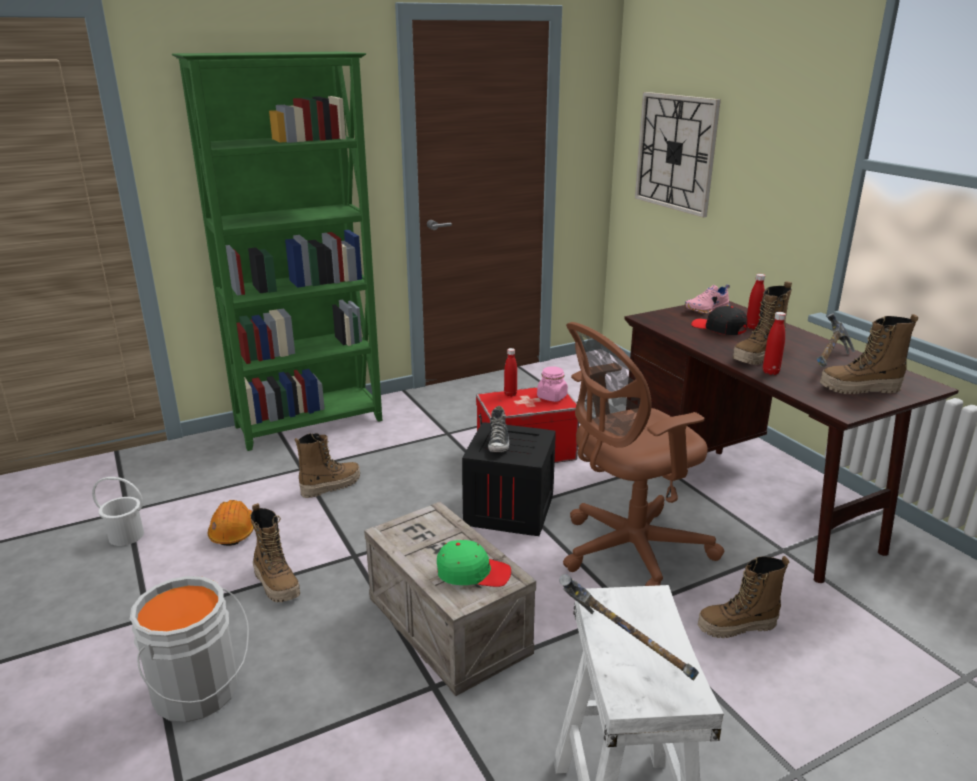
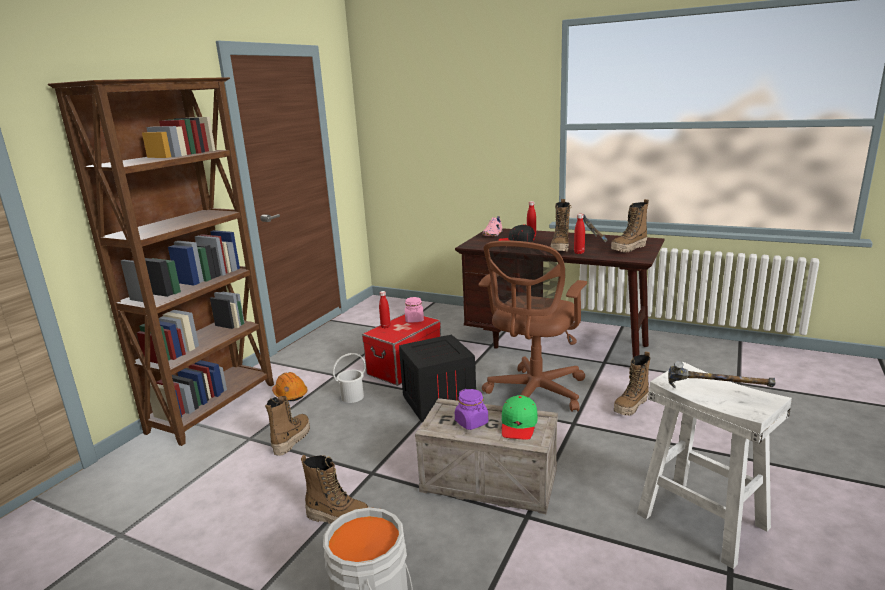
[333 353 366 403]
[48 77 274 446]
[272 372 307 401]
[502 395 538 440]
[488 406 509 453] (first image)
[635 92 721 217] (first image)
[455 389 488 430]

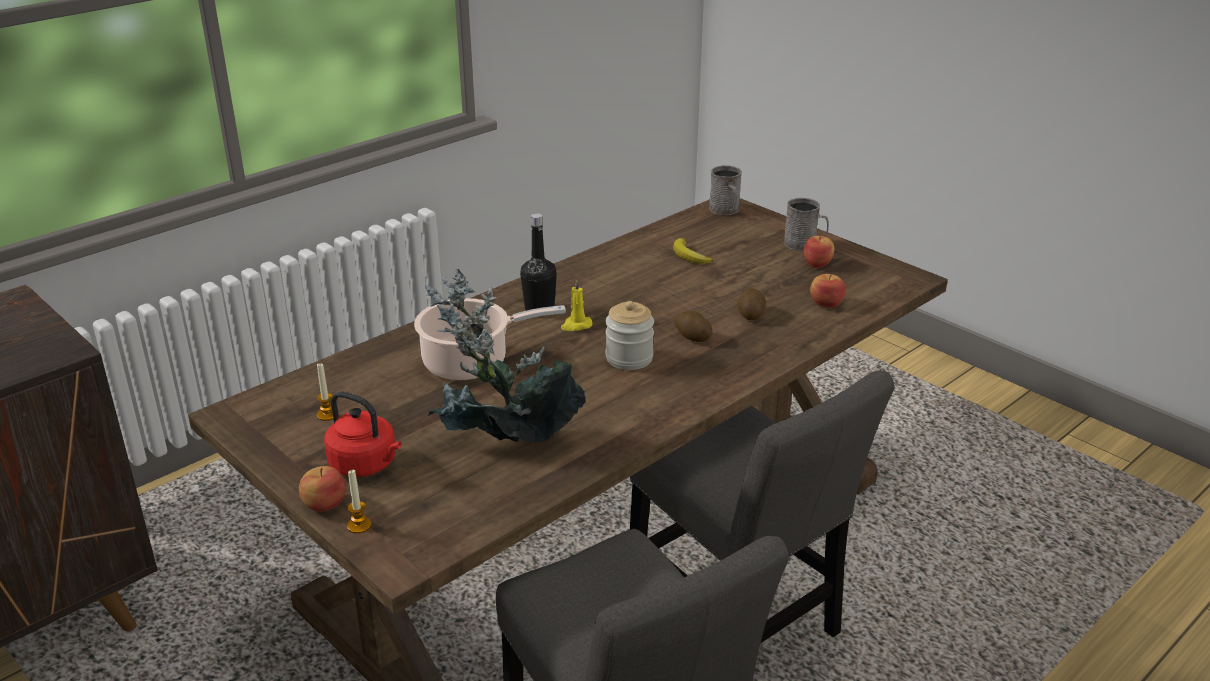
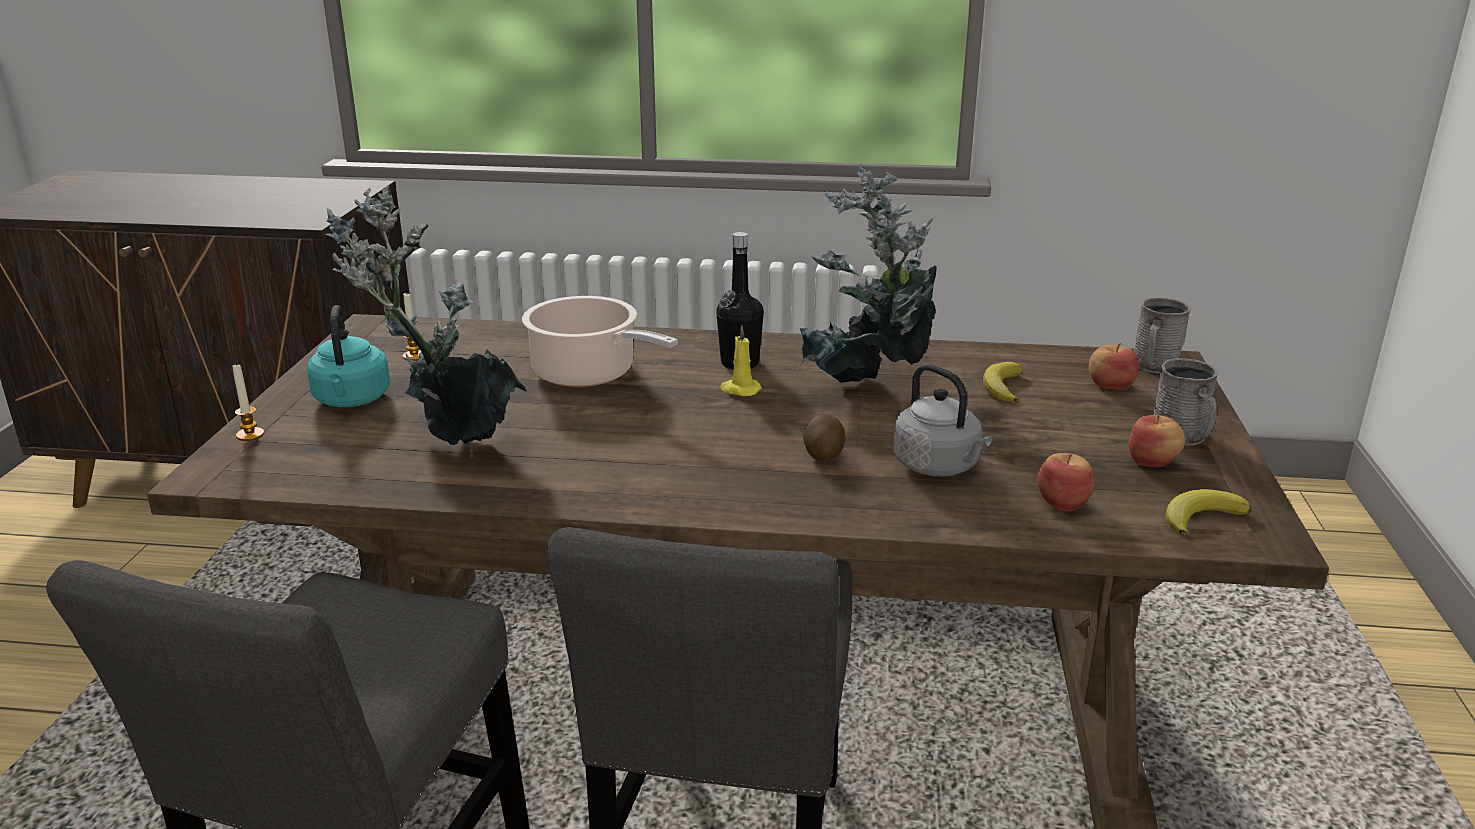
[1089 343 1139 390]
[307 305 390 407]
[605 301 654 370] (first image)
[894 364 992 477]
[798 164 937 383]
[1165 489 1250 537]

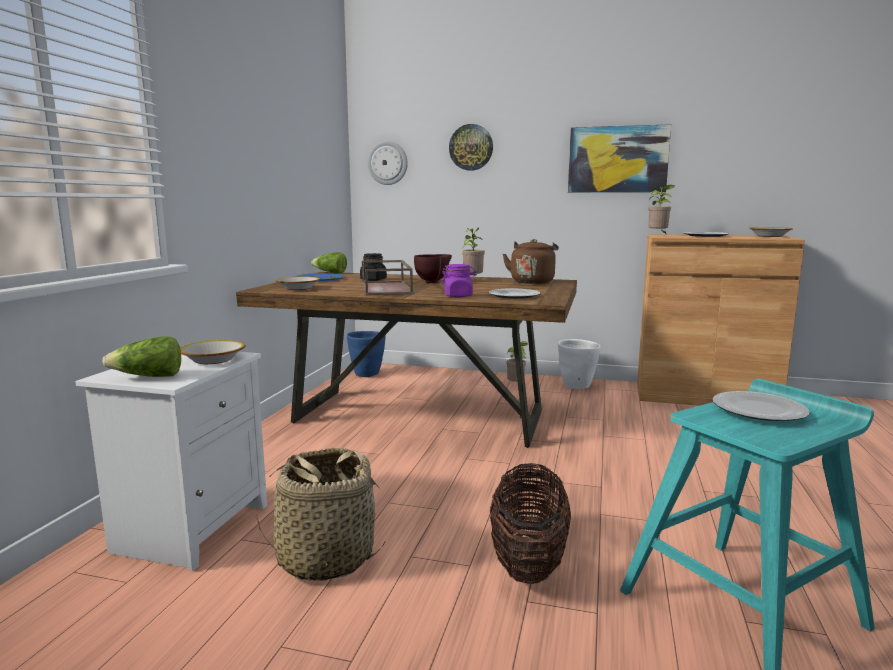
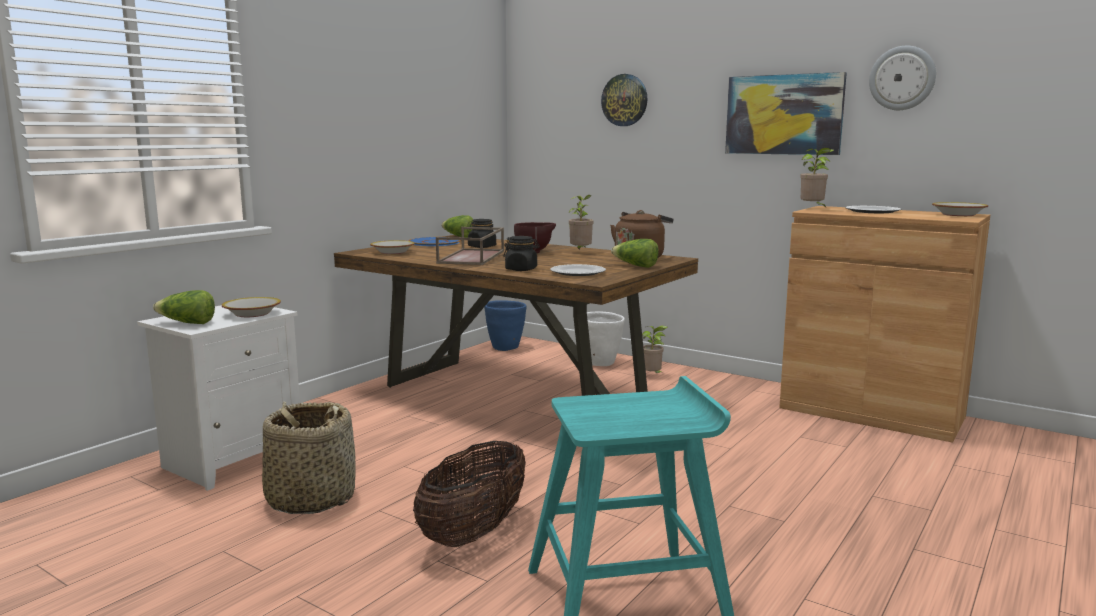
[869 46 936 110]
[503 236 540 271]
[587 311 625 366]
[713 391 810 421] (first image)
[611 239 659 268]

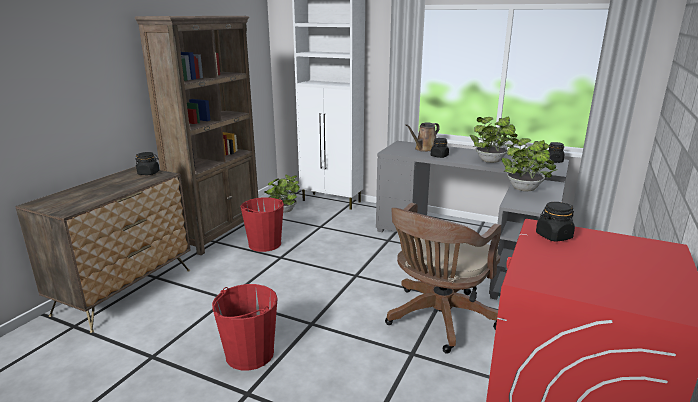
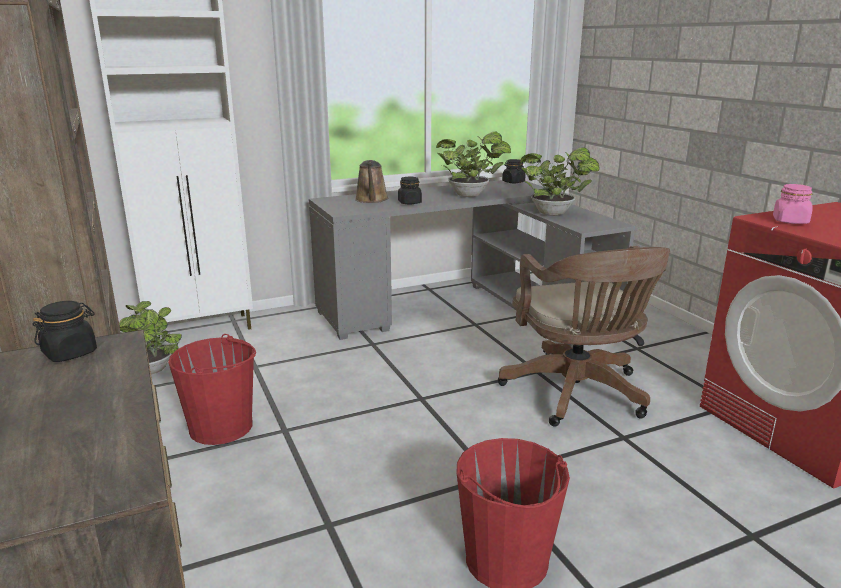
[773 184 812 224]

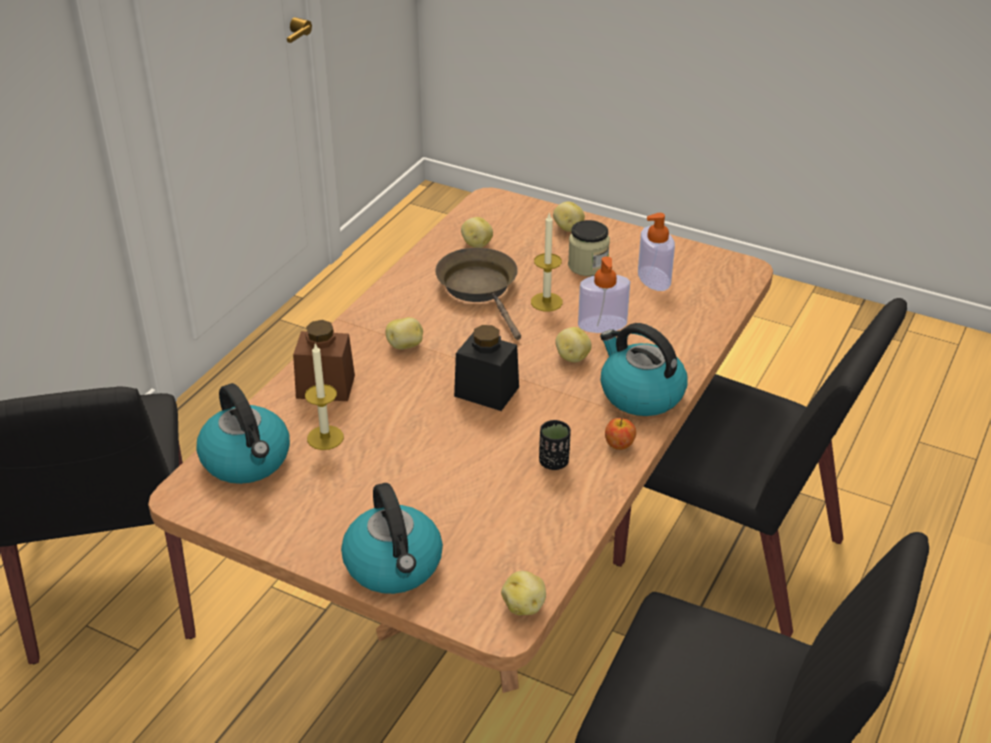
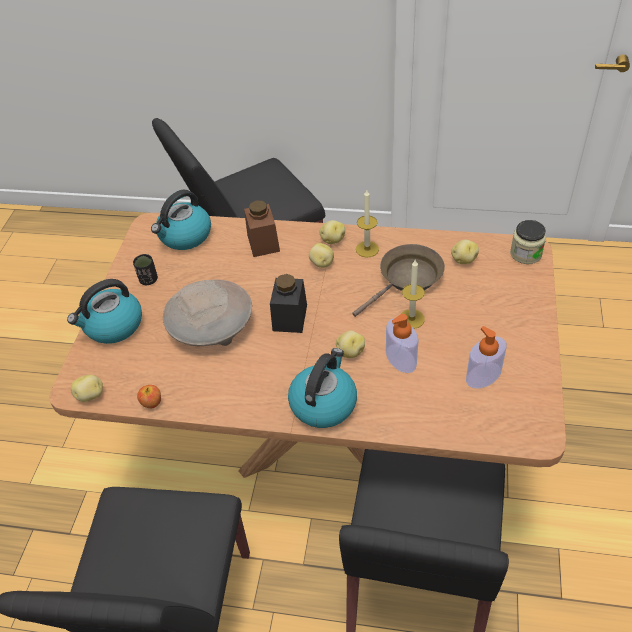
[356 190 379 257]
[133 254 158 285]
[320 220 345 244]
[510 220 546 264]
[137 385 161 408]
[163 279 252 346]

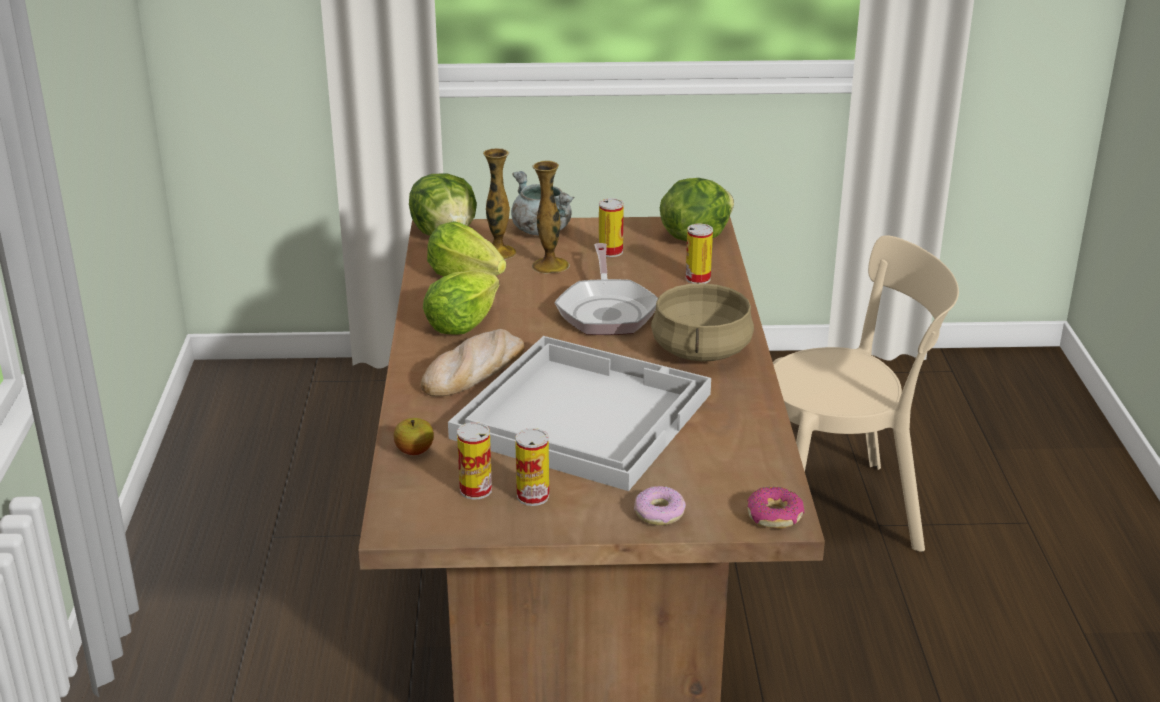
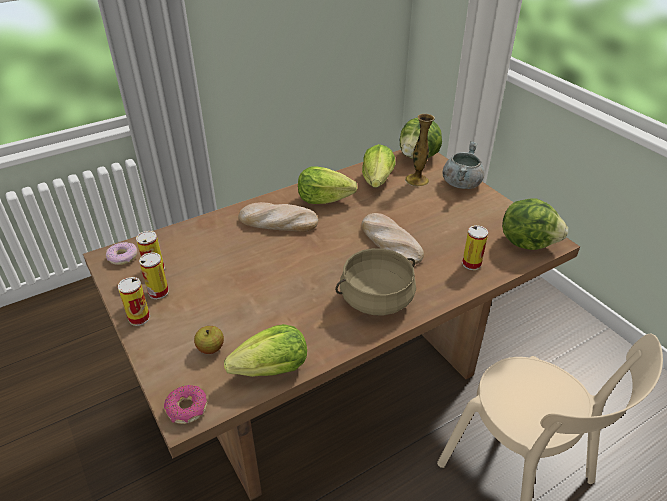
[194 326 224 354]
[448 336 711 491] (first image)
[532 160 570 274] (first image)
[362 213 424 265]
[118 277 150 326]
[106 242 137 265]
[224 324 307 377]

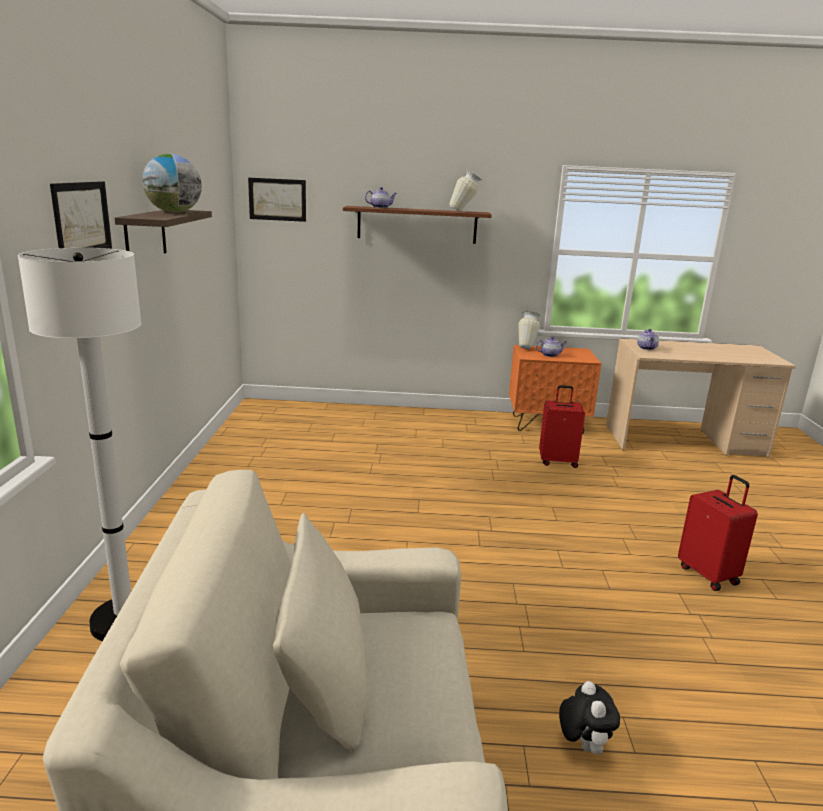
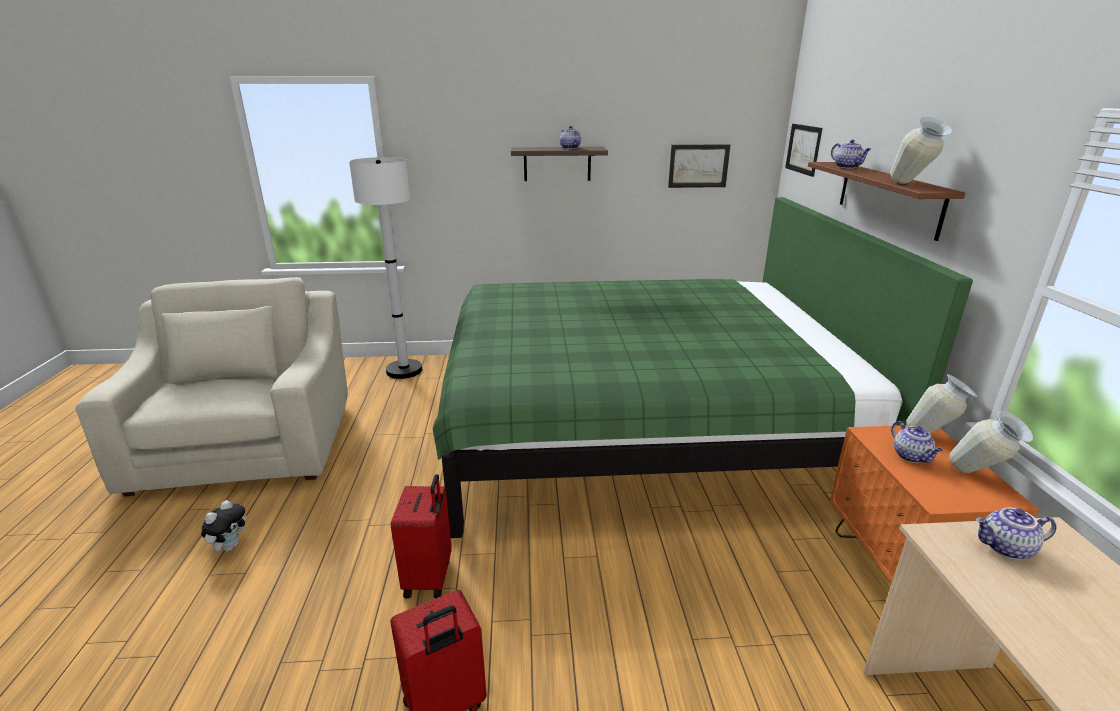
[668 144 730 188]
[560 126 581 149]
[391 474 452 598]
[201 500 247 551]
[433 197 973 538]
[949 411 1033 473]

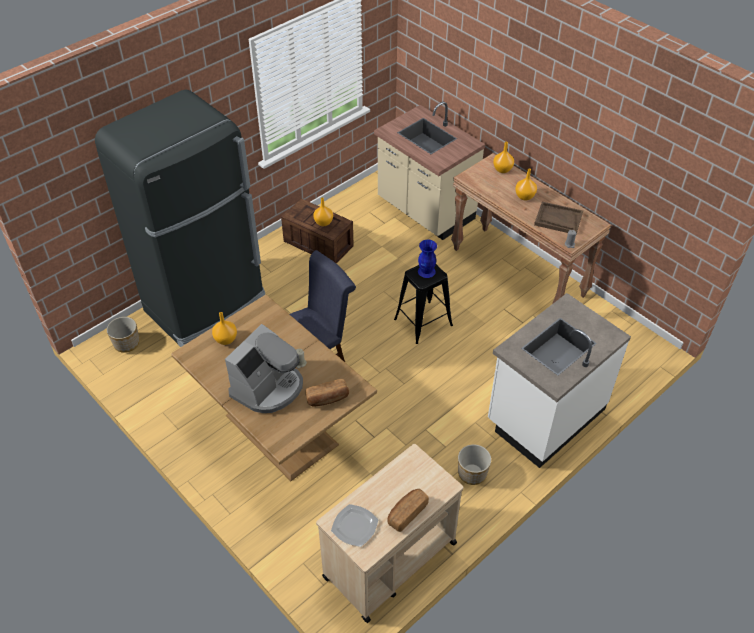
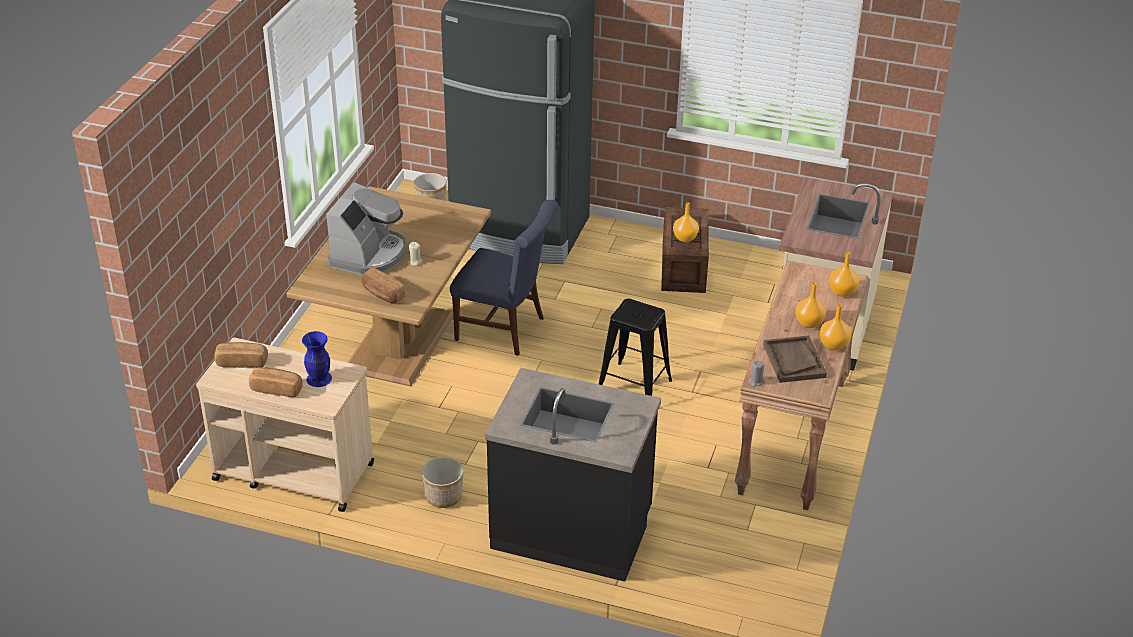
[820 304 851 350]
[326 182 407 275]
[215 342 268 368]
[302 331 332 387]
[485 368 661 582]

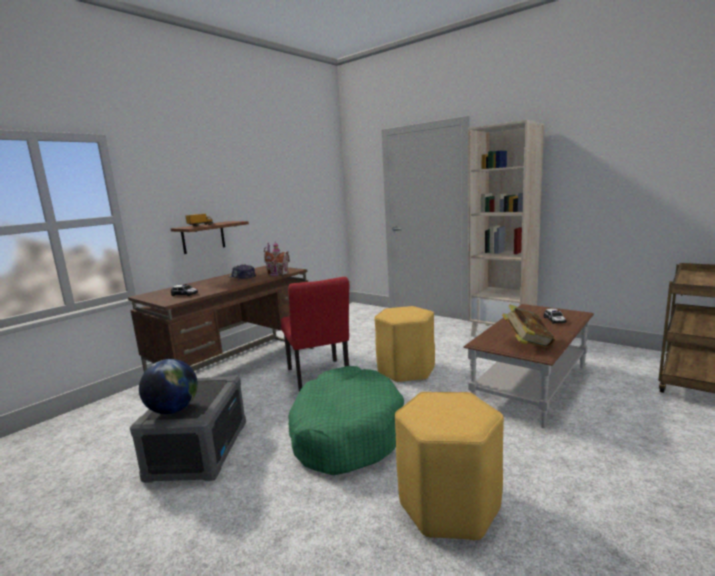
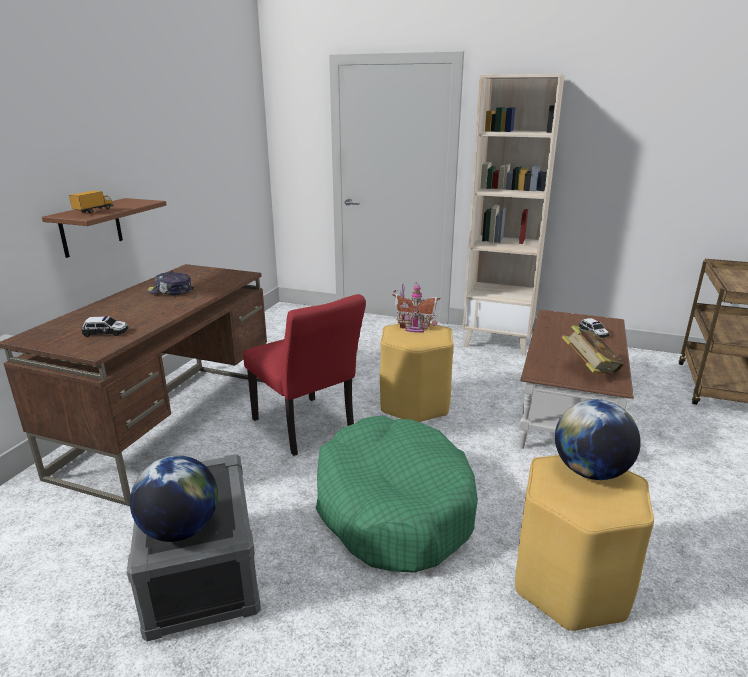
[393 282 440 333]
[555 399 641 480]

